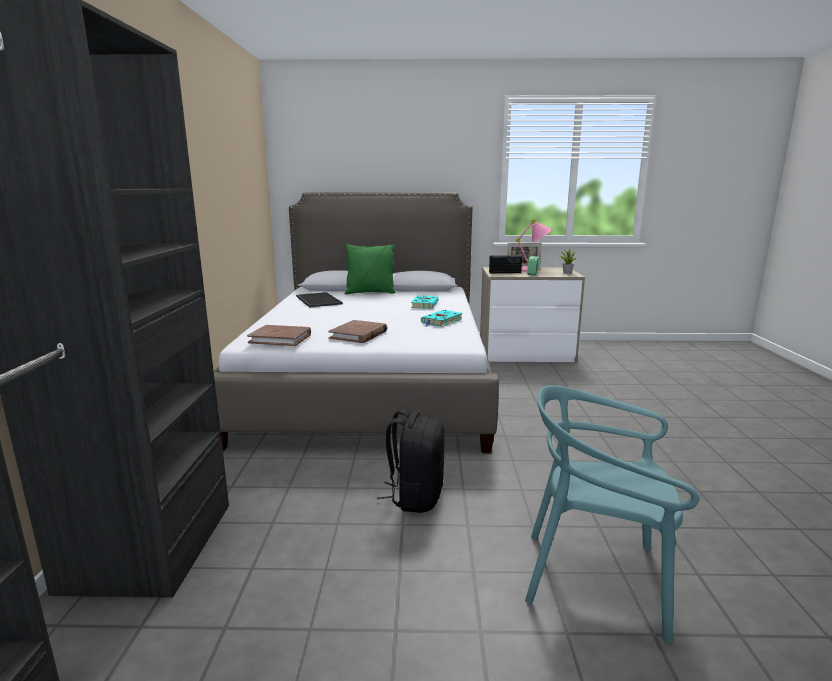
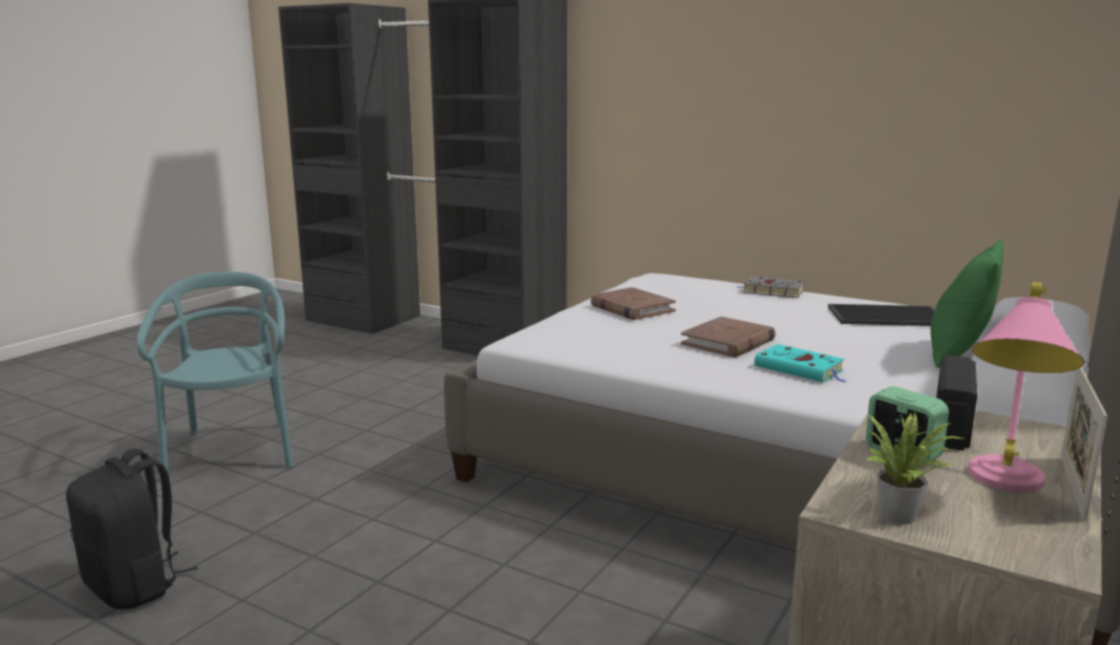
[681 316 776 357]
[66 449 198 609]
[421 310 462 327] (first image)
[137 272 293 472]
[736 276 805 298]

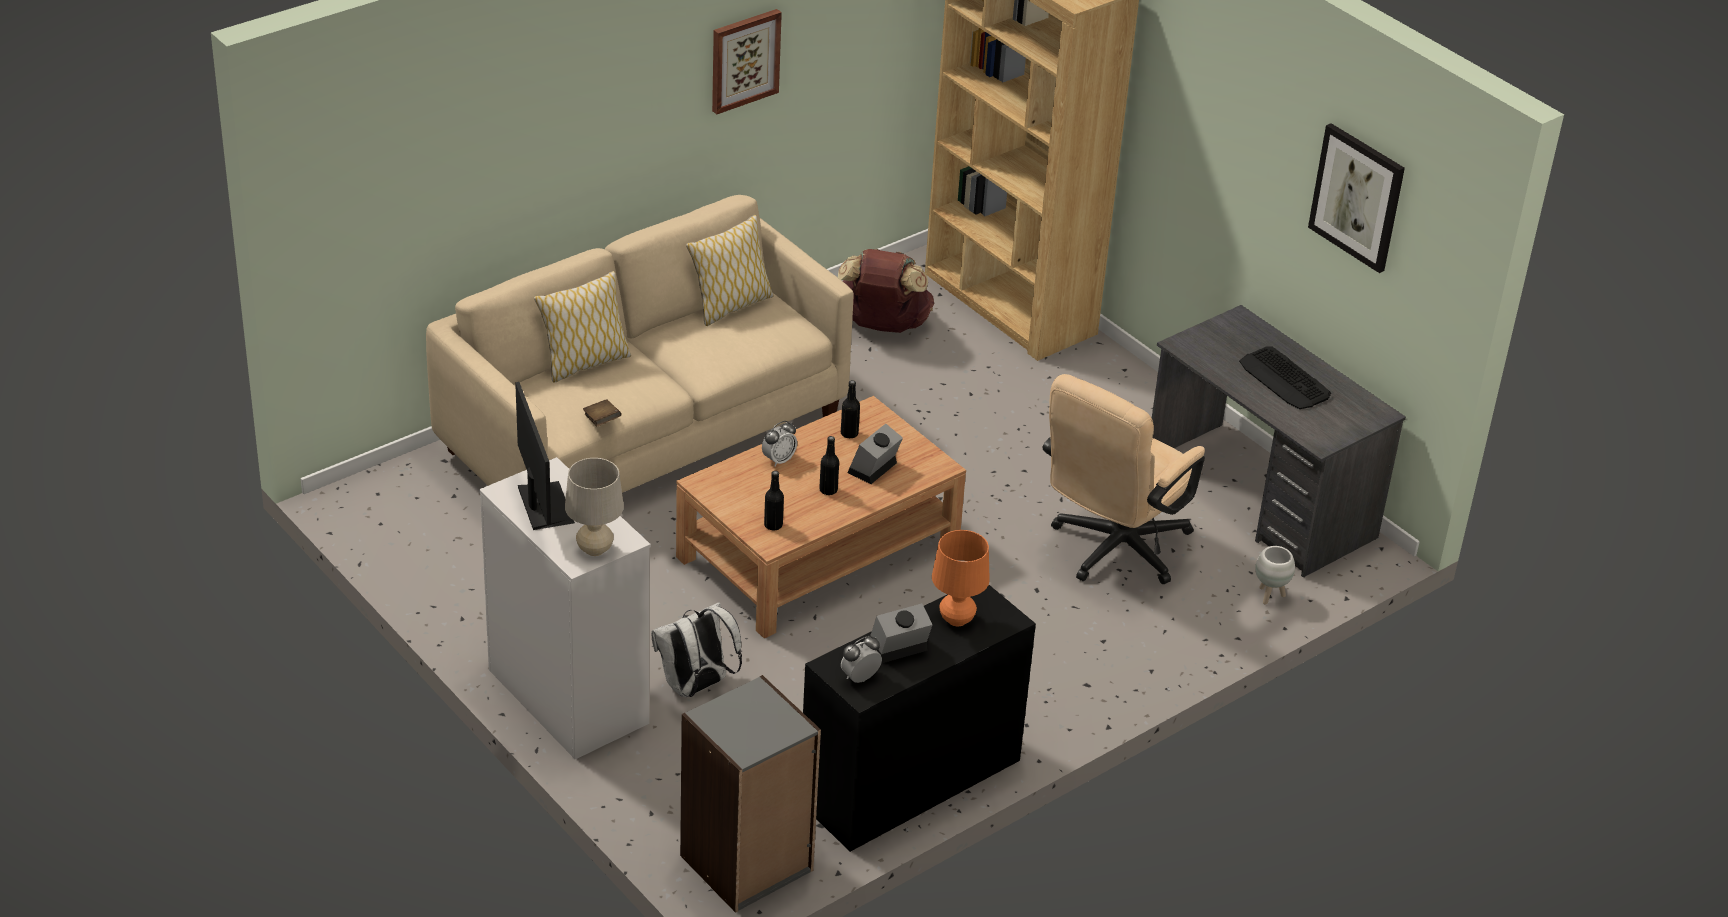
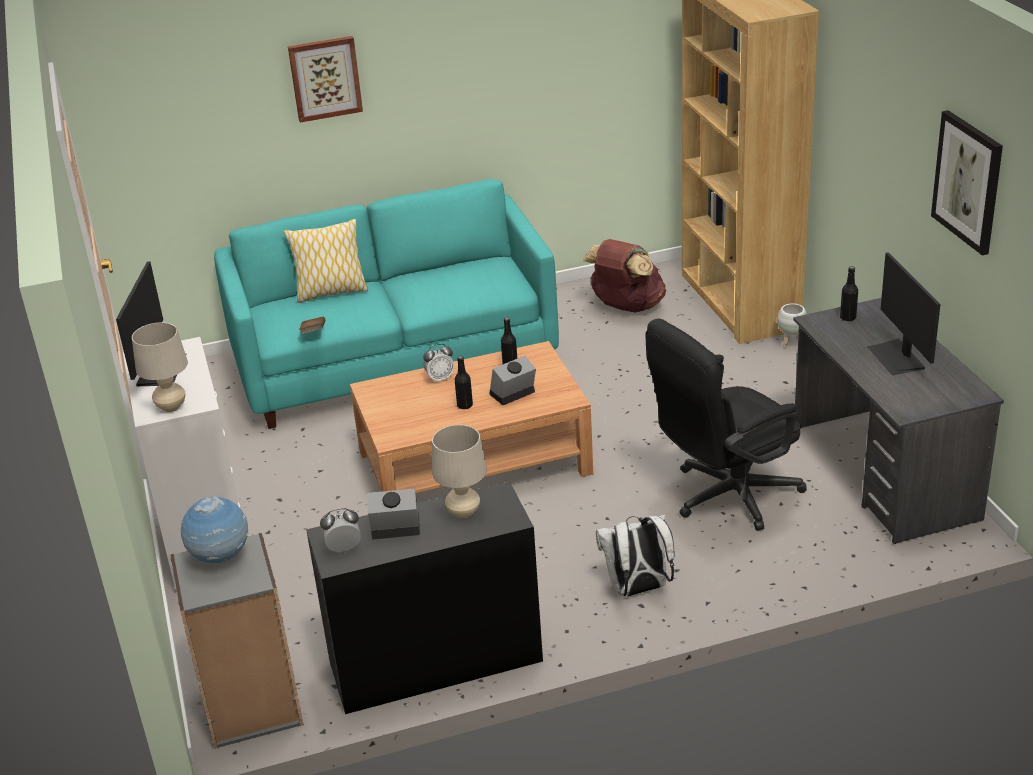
[214 179 559 429]
[596 515 674 597]
[686 215 774 326] (first image)
[288 36 363 123]
[840 266 858 322]
[432 425 487 519]
[645 318 807 531]
[867 252 940 376]
[777 303 807 349]
[181 496 248 563]

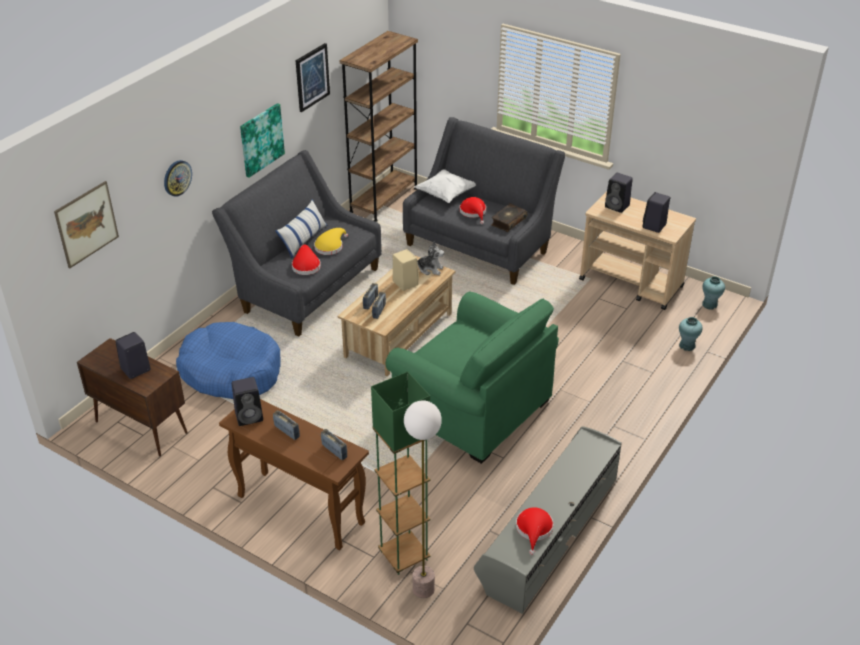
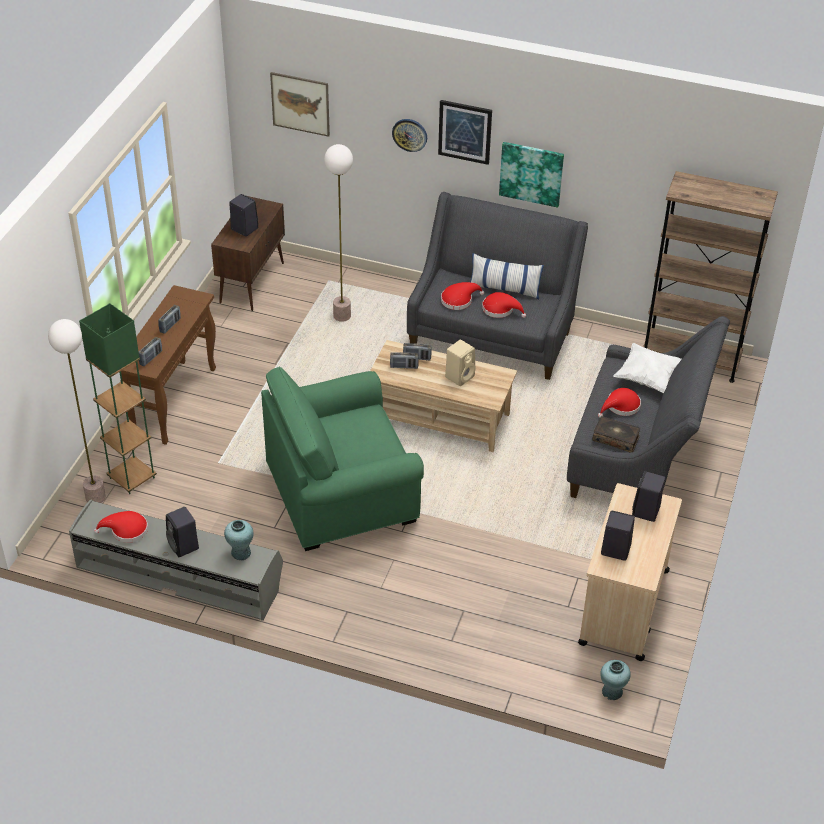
[324 144 353 322]
[166 507 199 557]
[438 100 492 165]
[482 292 526 318]
[261 367 424 551]
[417 241 444 275] (first image)
[224 520 254 560]

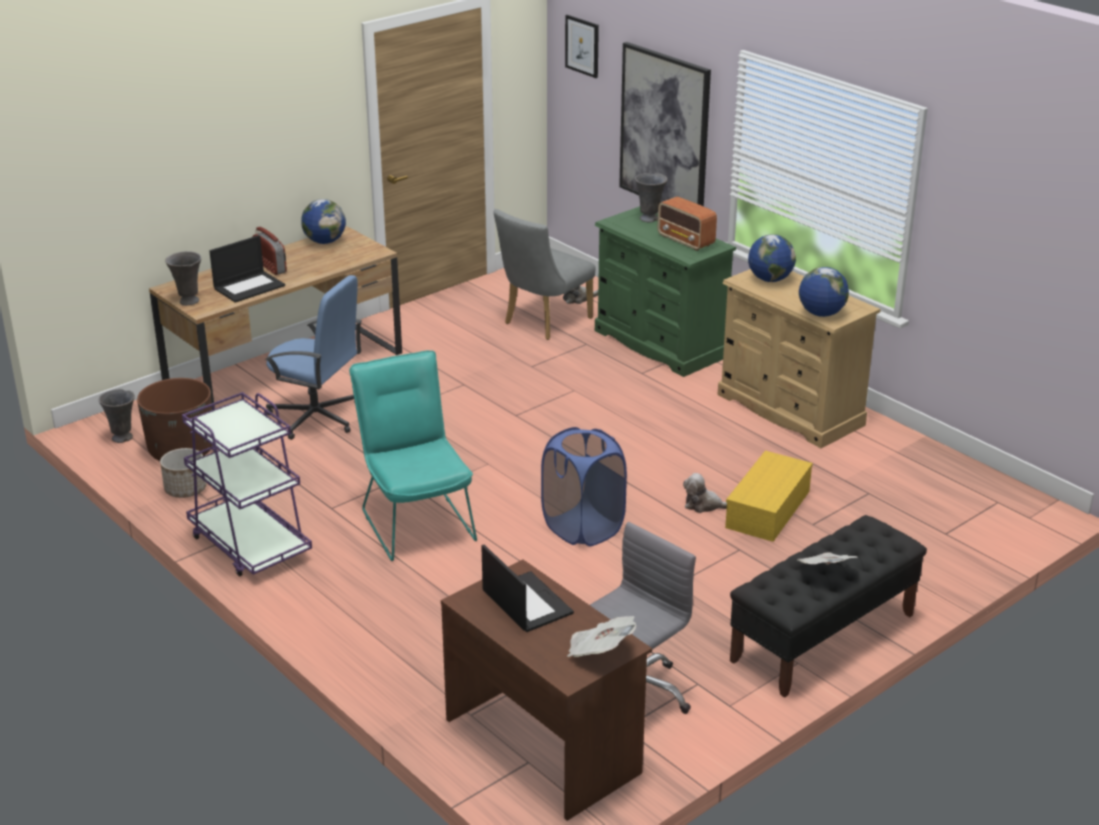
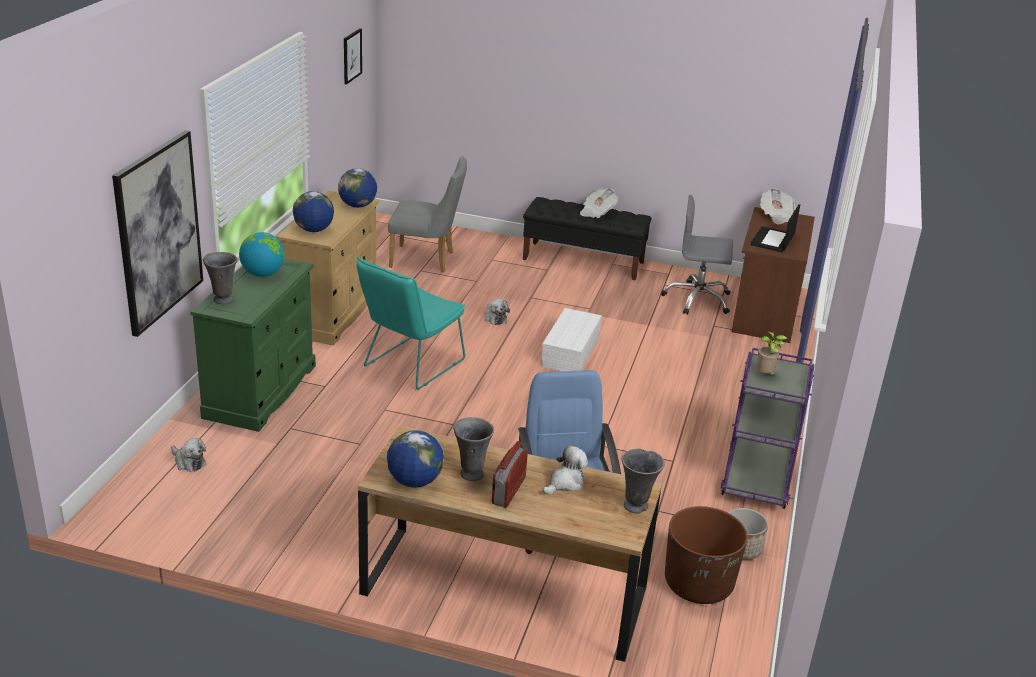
[453 417 494 481]
[542 445 588 495]
[357 257 465 390]
[388 156 467 272]
[541 308 602 371]
[344 28 362 85]
[239 232 285 277]
[725 451 813 542] (first image)
[756 332 787 375]

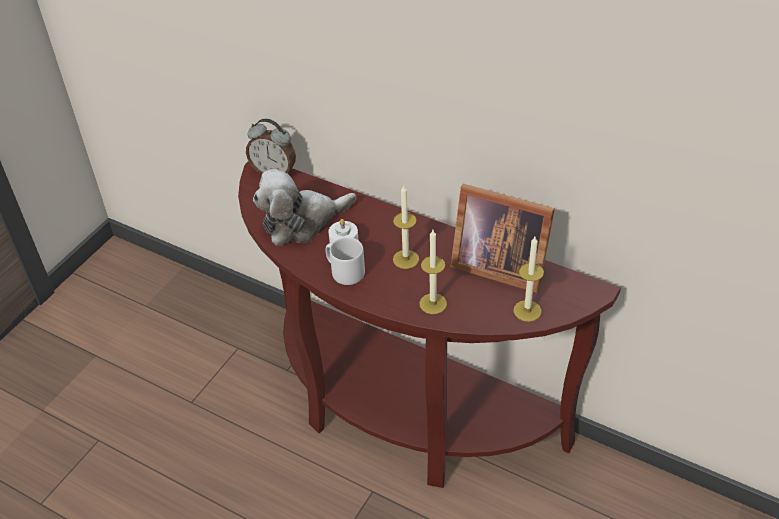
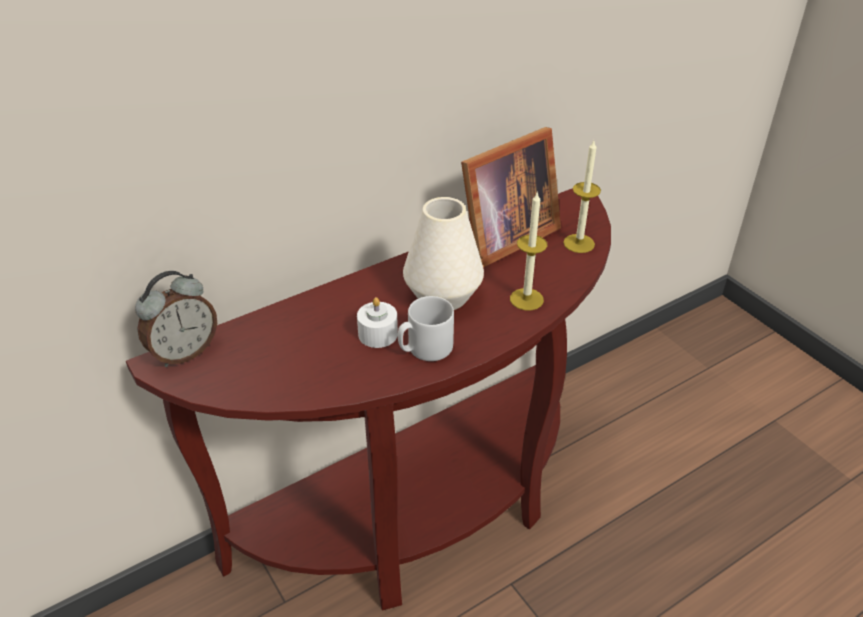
[253 169 356 246] (first image)
[403 197 484 310]

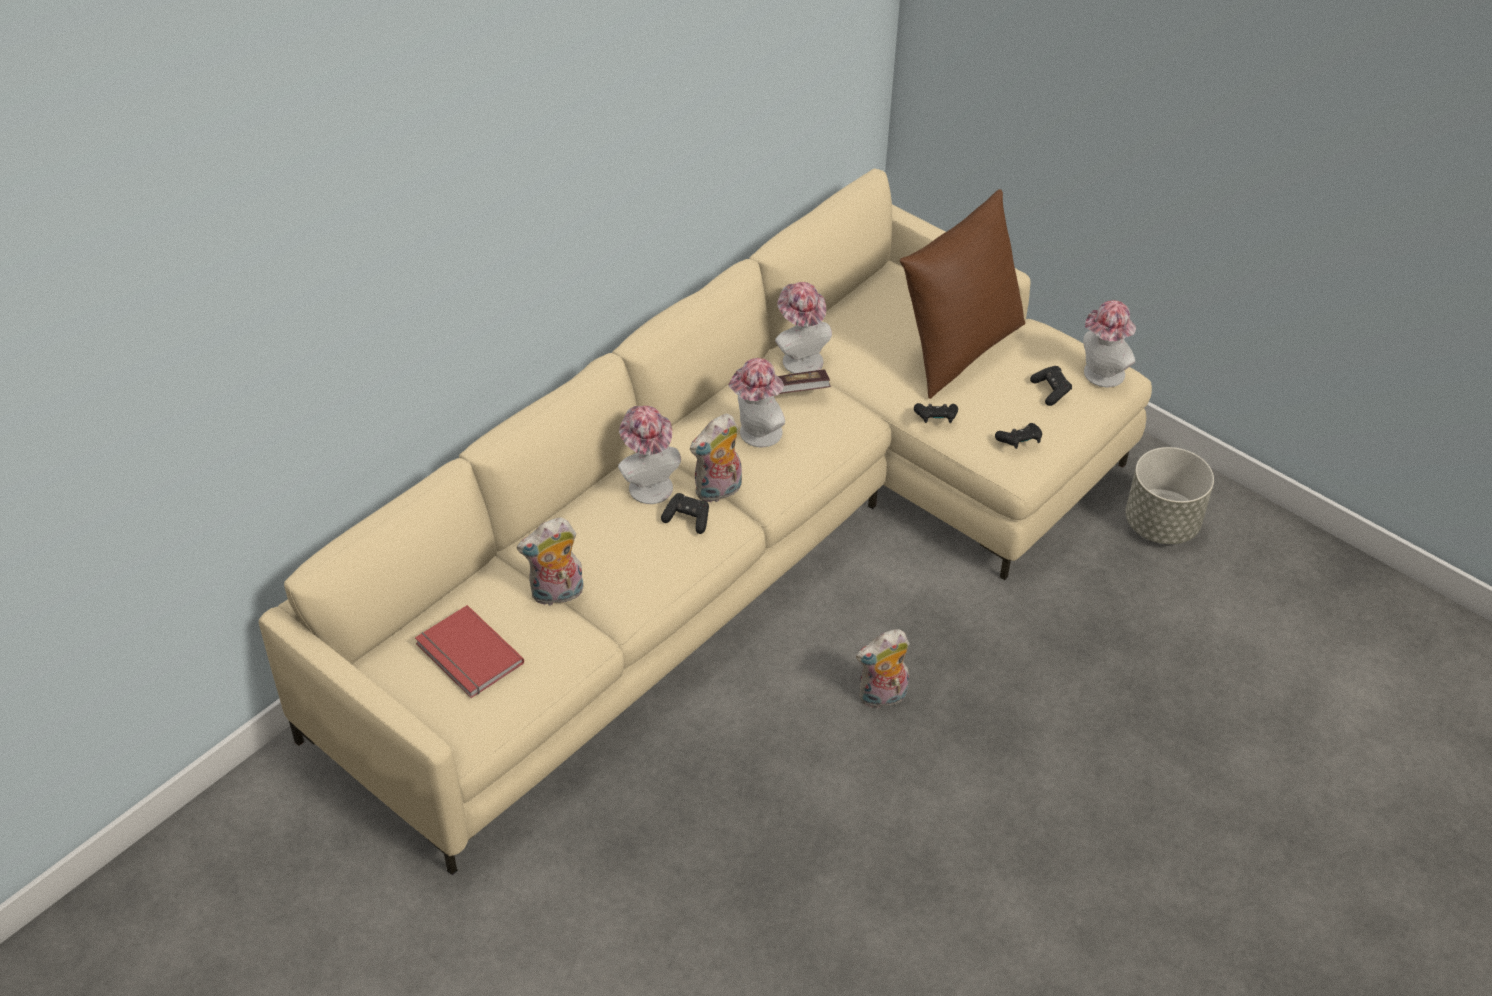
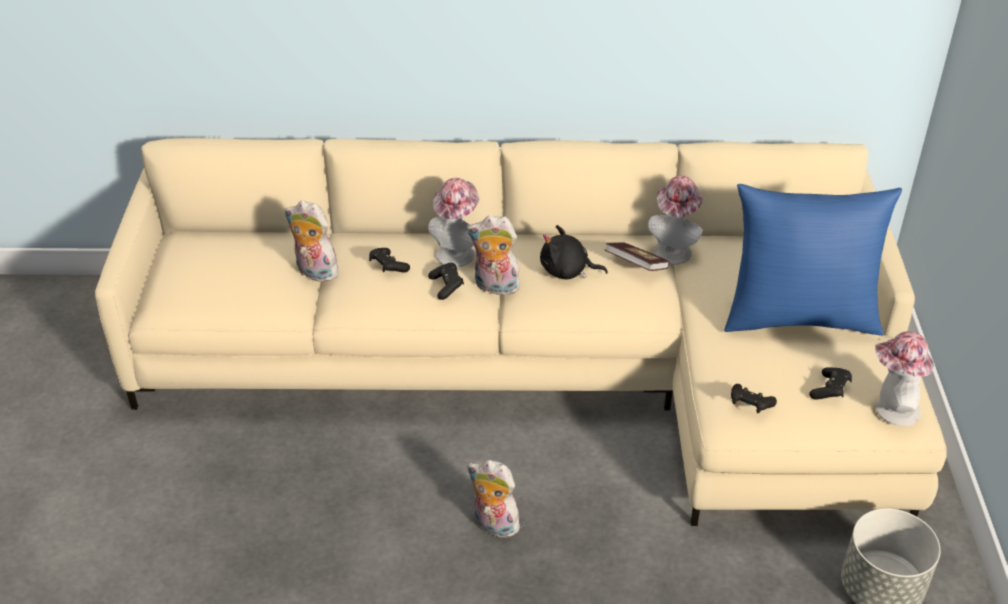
[415 605 524 698] (first image)
[540 225 608 280]
[724 184 902 336]
[369 248 410 272]

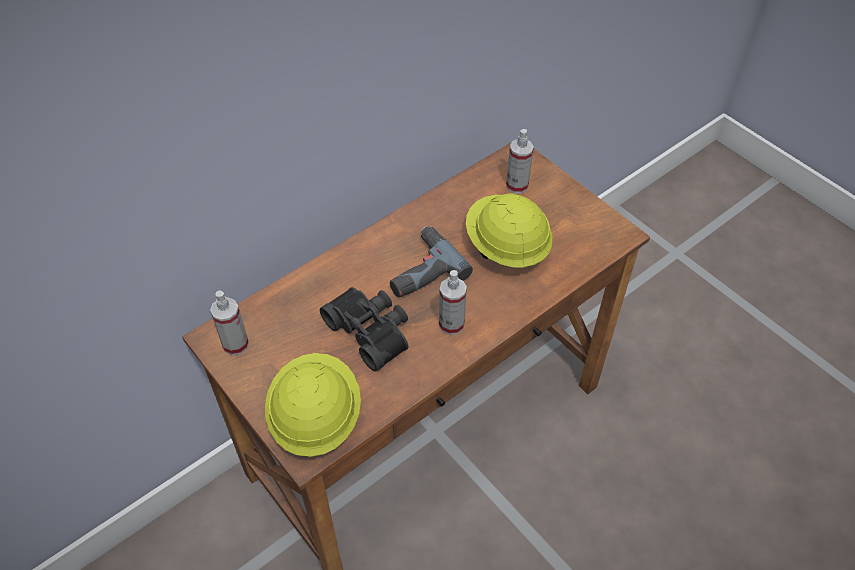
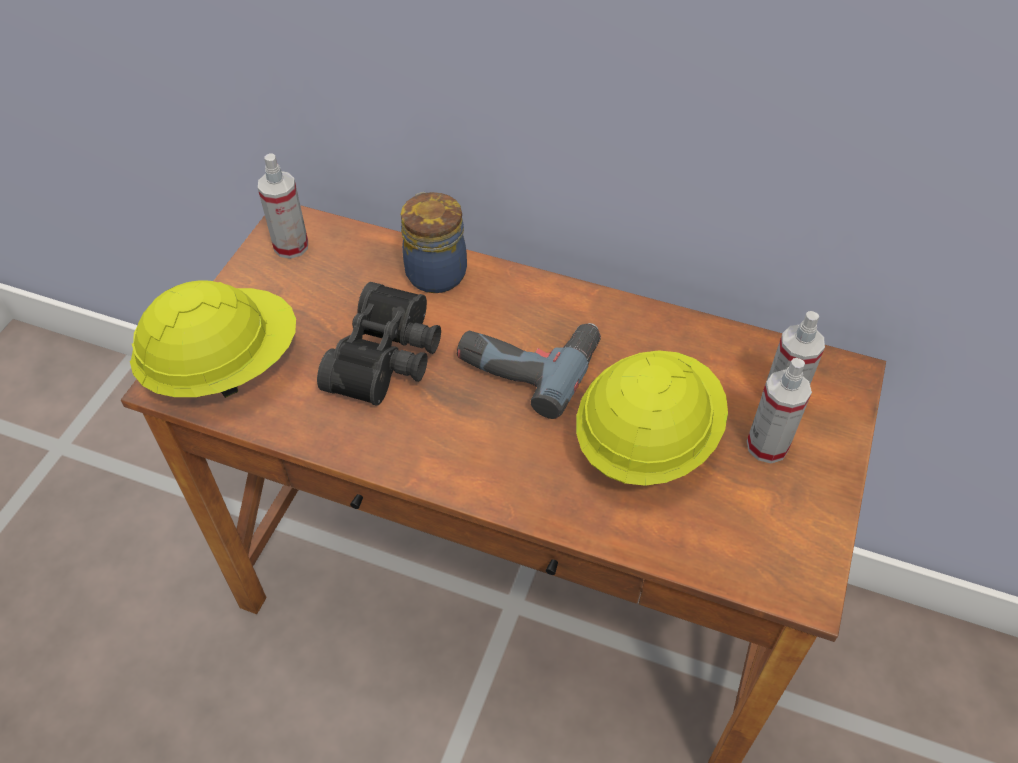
[747 358 812 463]
[401 192 467 293]

